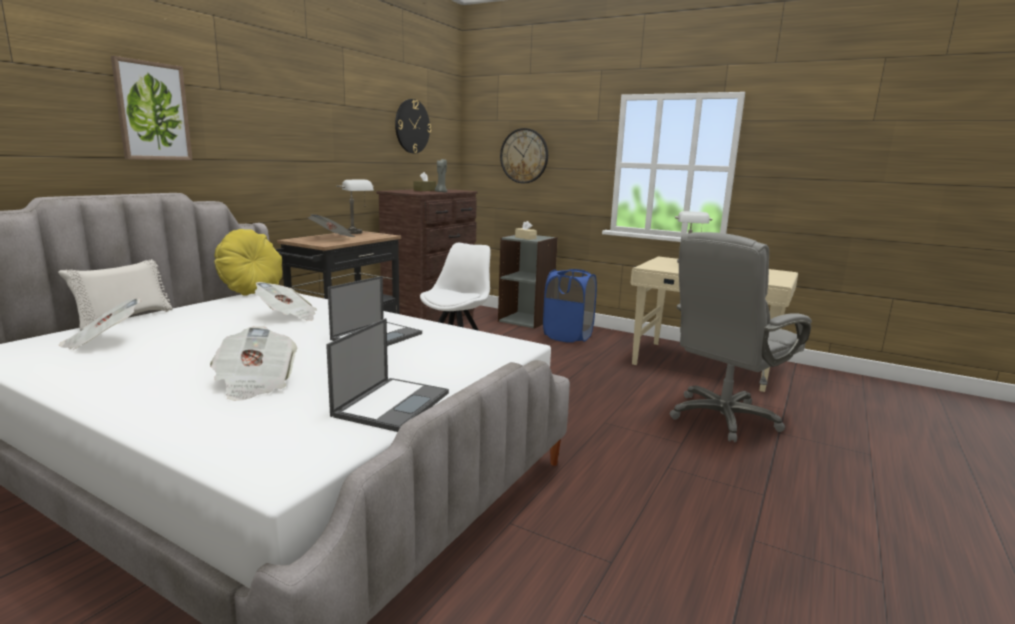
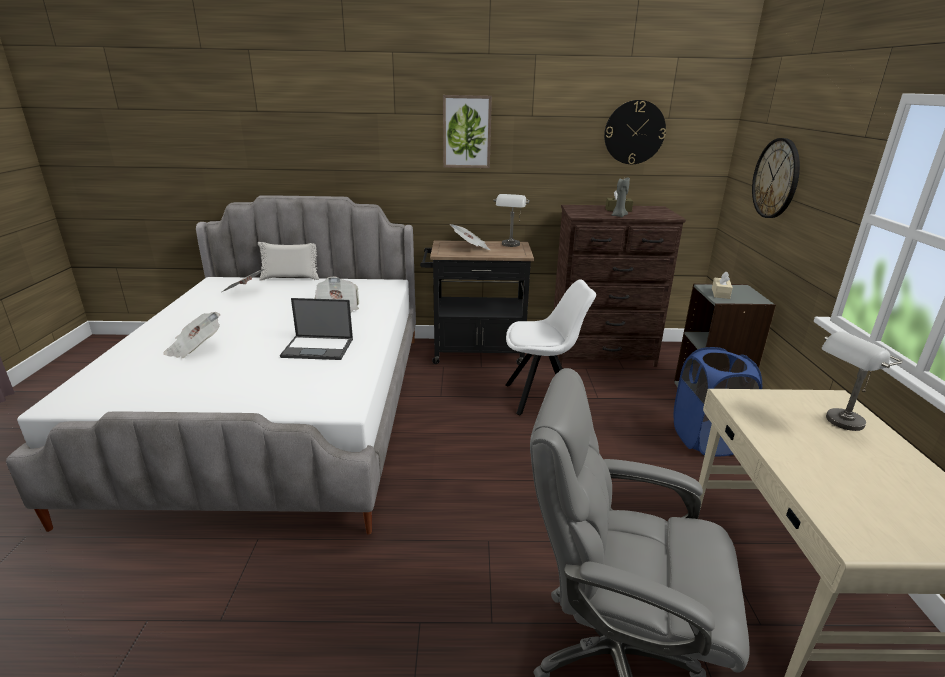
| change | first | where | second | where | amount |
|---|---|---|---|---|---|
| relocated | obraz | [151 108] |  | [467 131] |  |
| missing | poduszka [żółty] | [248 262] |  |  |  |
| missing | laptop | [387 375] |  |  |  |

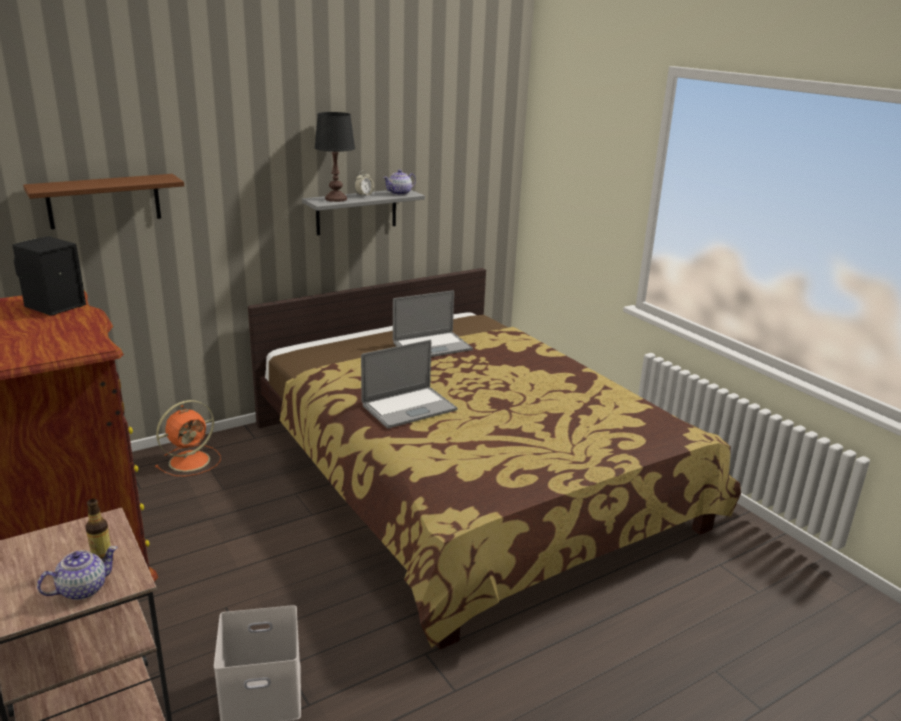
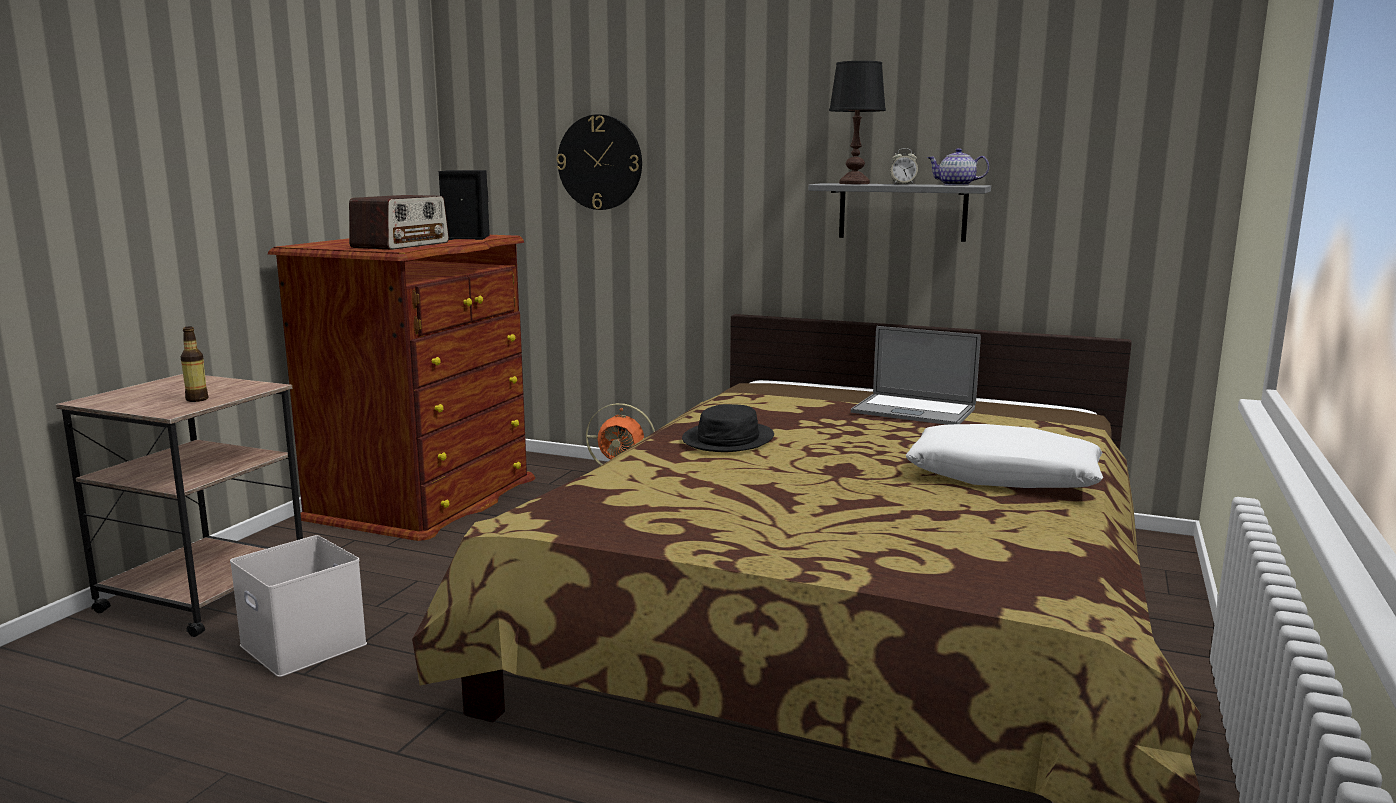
| change | first | where | second | where | amount |
|---|---|---|---|---|---|
| exchanged | półka [brązowy] | [103 201] | zegar ścienny | [599 162] |  |
| exchanged | laptop | [409 384] | kapelusz [czarny] | [728 428] |  |
| missing | imbryk | [77 573] |  |  |  |
| appeared |  |  | radio | [399 222] |  |
| appeared |  |  | poduszka [biały] | [1004 456] |  |

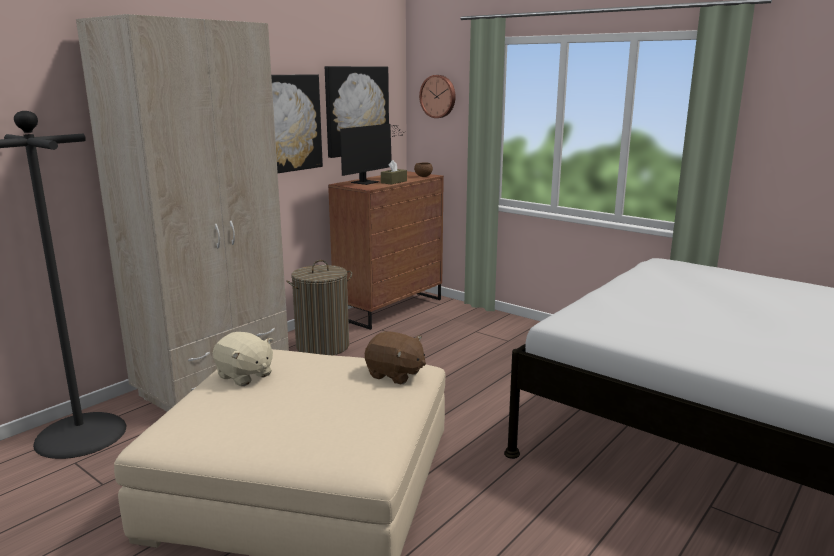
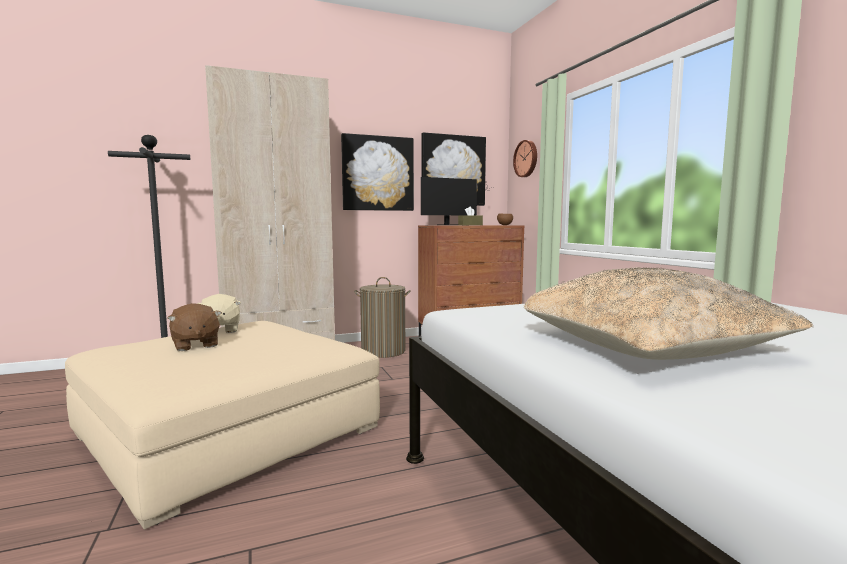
| change | first | where | second | where | amount |
|---|---|---|---|---|---|
| relocated | pluszak [brązowy] | [395 357] |  | [195 327] |  |
| appeared |  |  | poduszka [beżowy] | [668 313] |  |

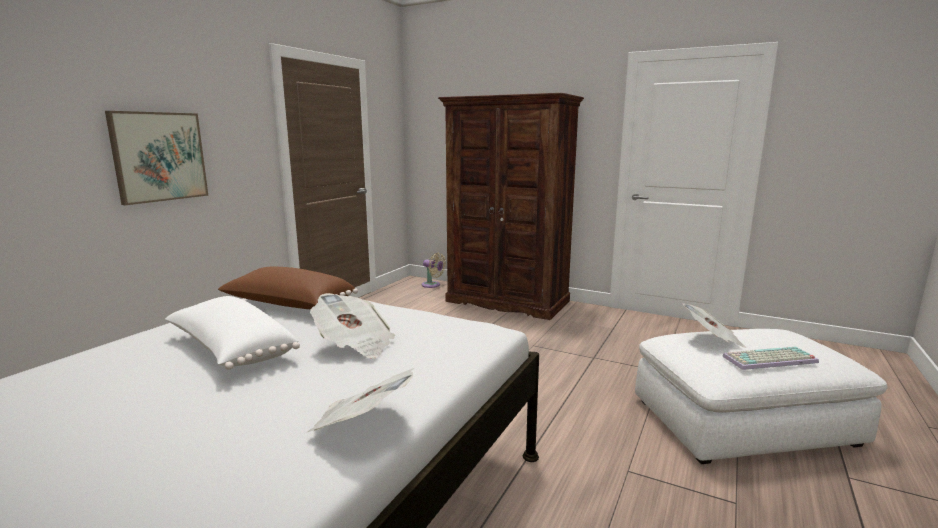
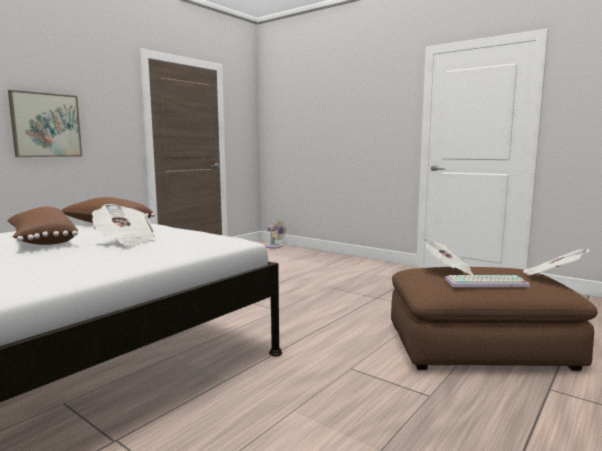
| change | first | where | second | where | amount |
|---|---|---|---|---|---|
| missing | szafa [brązowy] | [511 206] |  |  |  |
| colour | poduszka [biały] | [232 333] | poduszka [brązowy] | [42 225] |  |
| colour | pufa [biały] | [761 396] | pufa [brązowy] | [494 319] |  |
| relocated | gazeta | [360 400] |  | [556 262] |  |

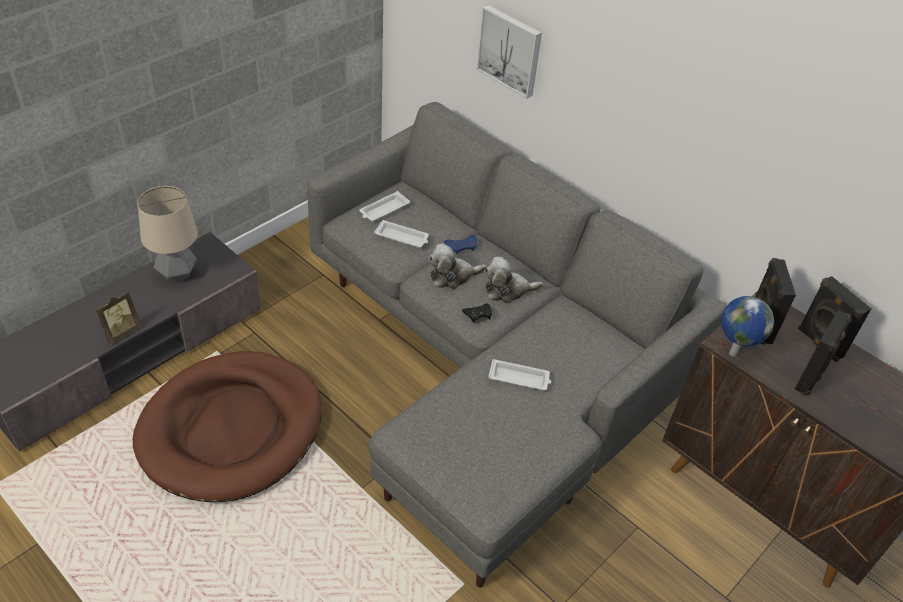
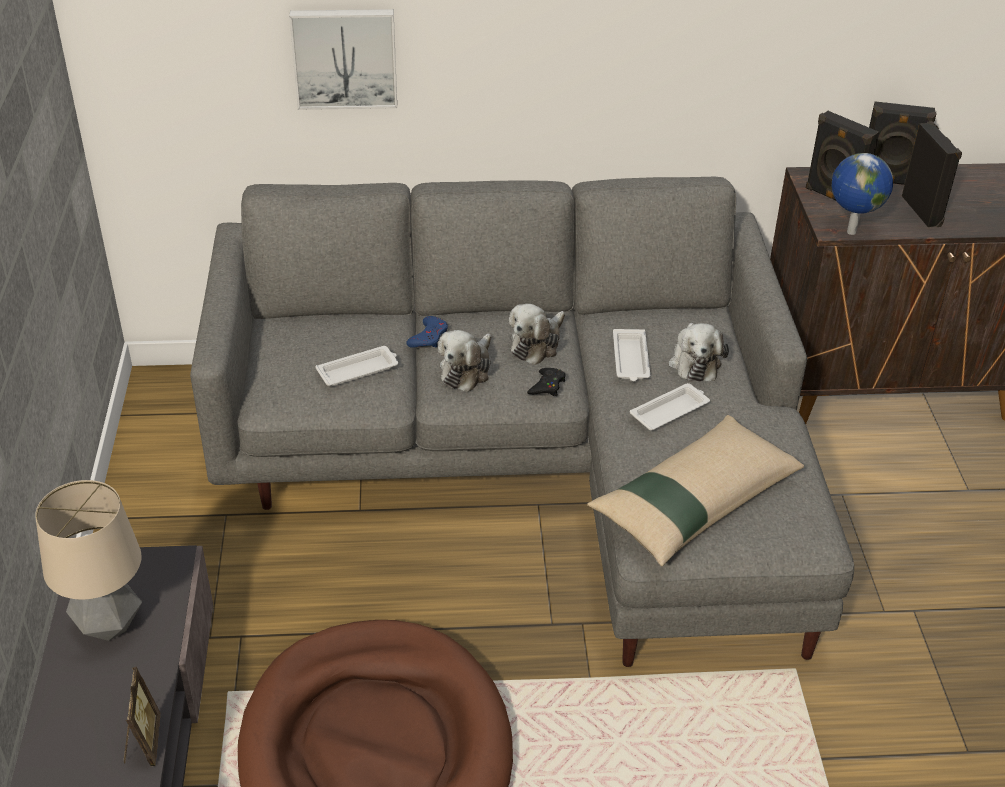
| change | first | where | second | where | amount |
|---|---|---|---|---|---|
| relocated | taca [biały] | [384 206] |  | [631 355] |  |
| appeared |  |  | pluszak | [698 352] |  |
| appeared |  |  | poduszka [beżowy] | [695 490] |  |

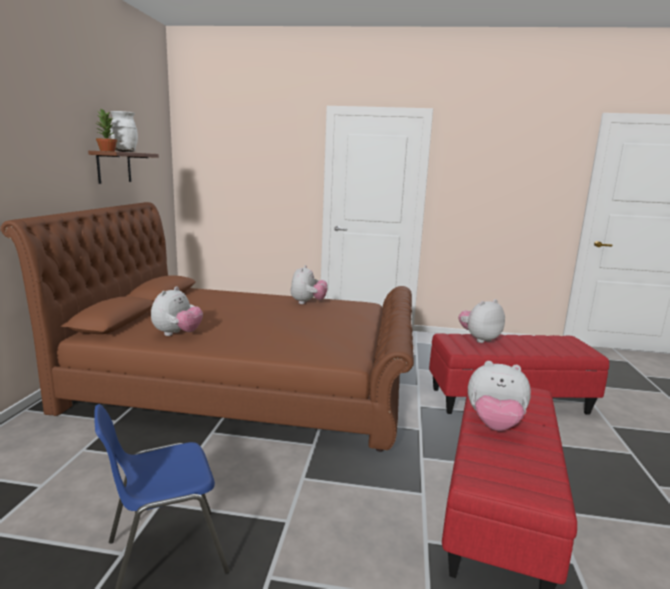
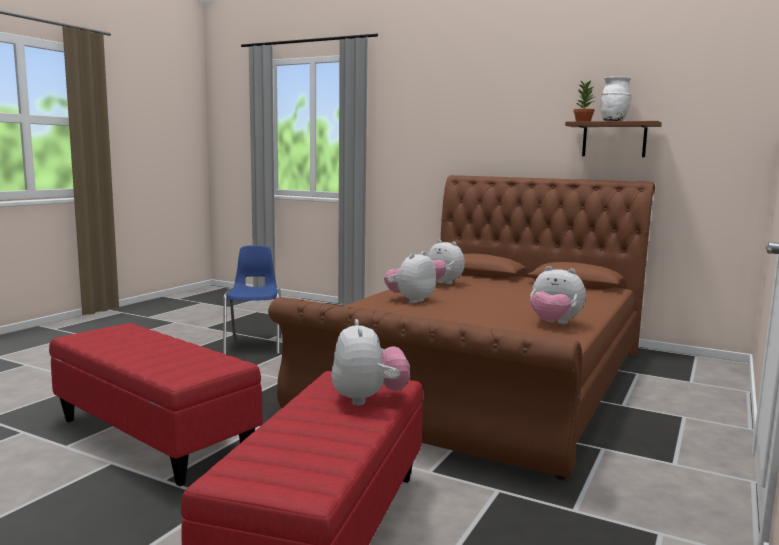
| change | first | where | second | where | amount |
|---|---|---|---|---|---|
| relocated | pluszak | [499 396] |  | [410 277] |  |

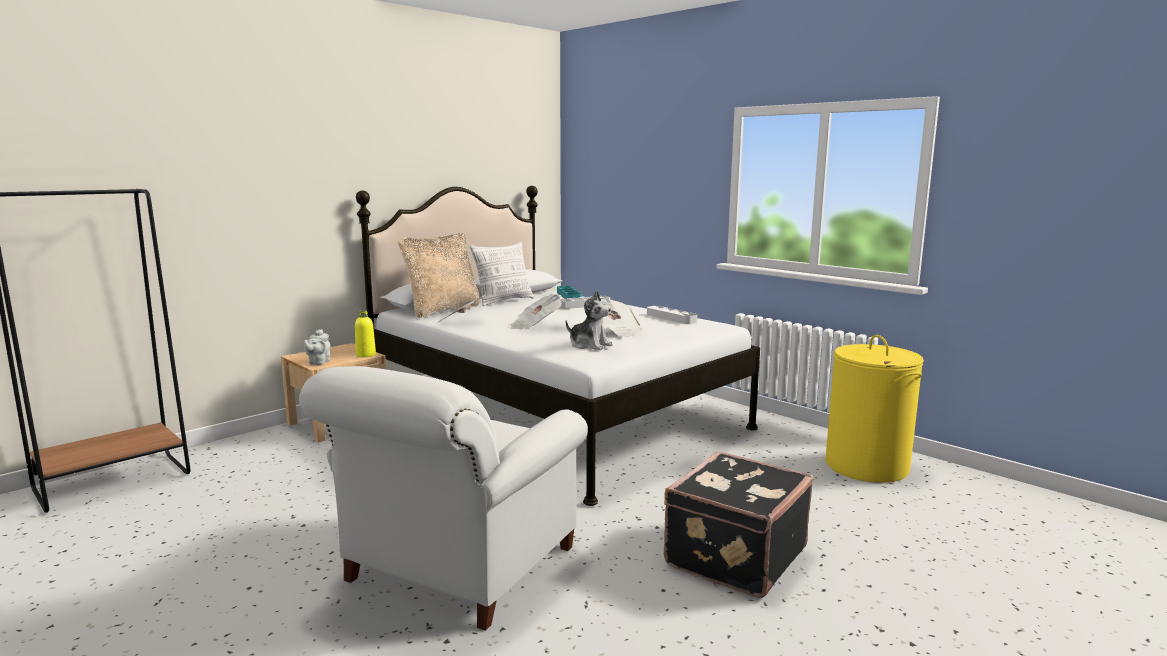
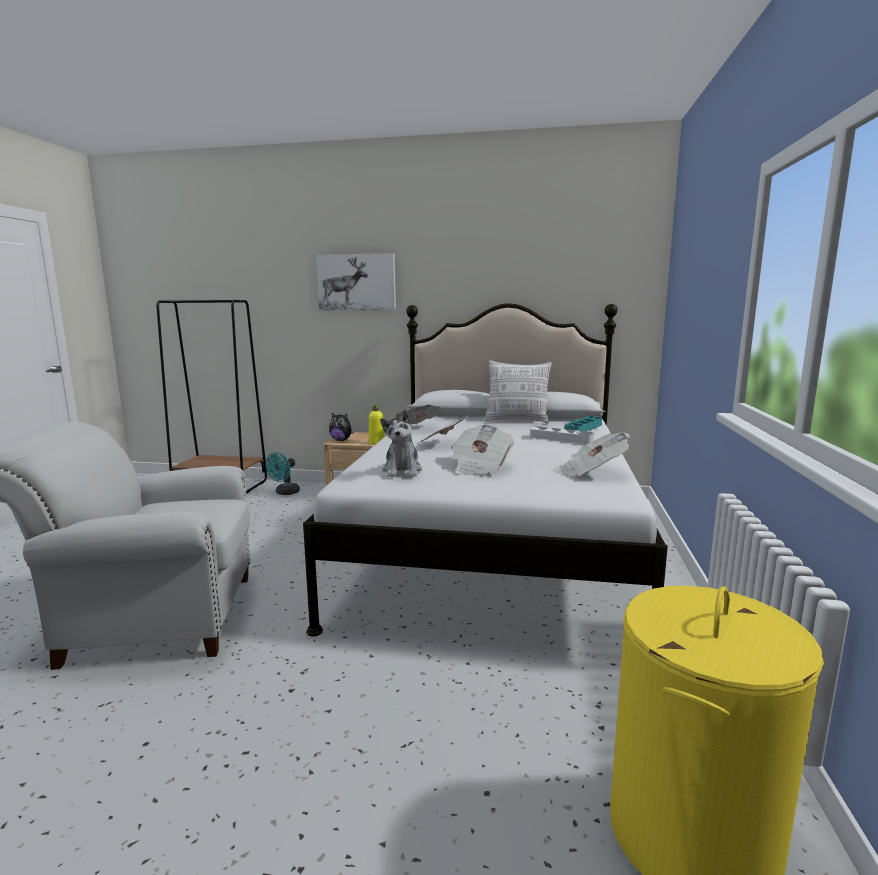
| change | first | where | second | where | amount |
|---|---|---|---|---|---|
| missing | poduszka [beżowy] | [439 275] |  |  |  |
| exchanged | taca [szary] | [672 315] | gazeta | [593 454] |  |
| exchanged | imbryk [szary] | [317 347] | pluszak | [342 426] |  |
| missing | walizka [czarny] | [739 524] |  |  |  |
| appeared |  |  | obraz | [356 281] |  |
| appeared |  |  | wentylator [turkusowy] | [283 473] |  |

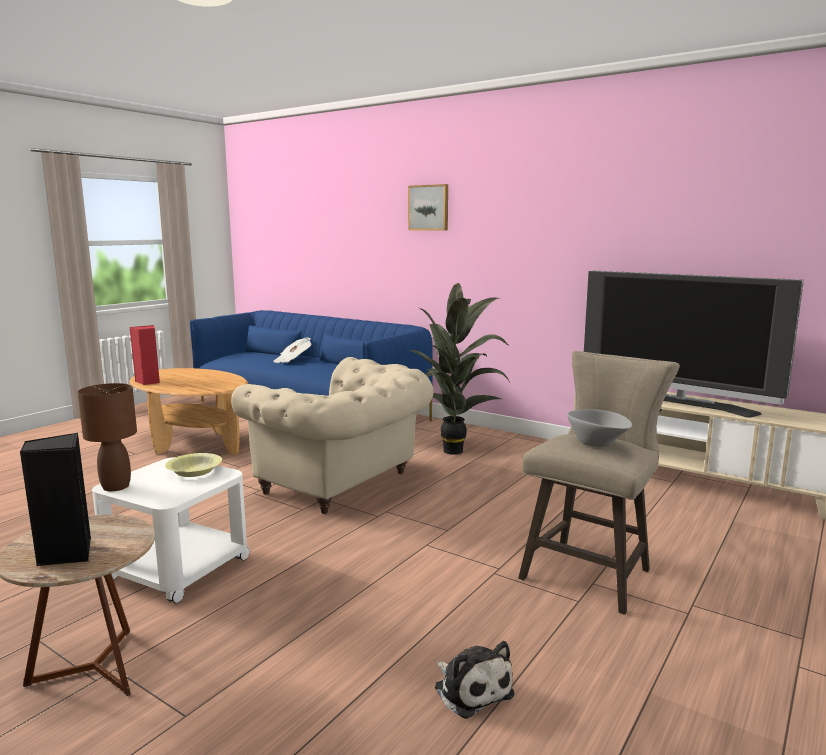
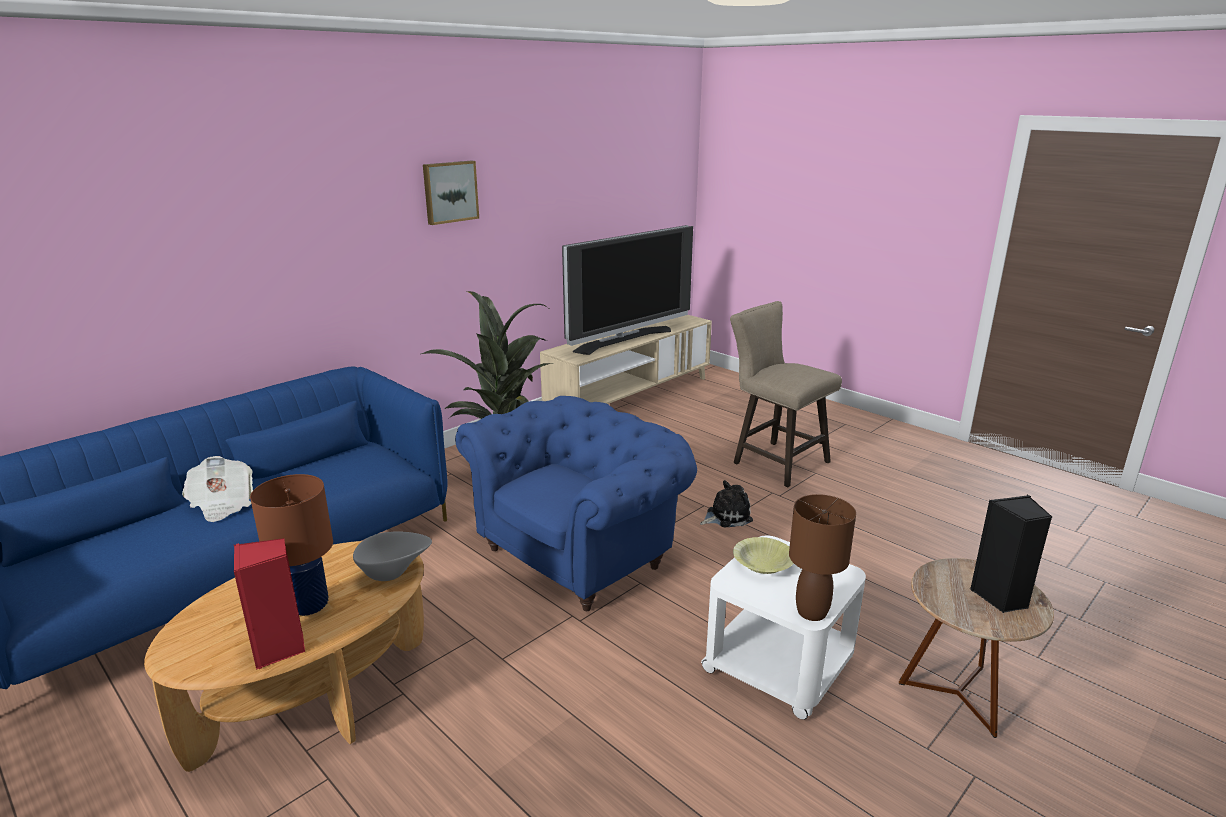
| change | first | where | second | where | amount |
|---|---|---|---|---|---|
| relocated | obraz | [428 207] |  | [451 193] |  |
| colour | fotel [beżowy] | [332 435] | fotel [niebieski] | [576 503] |  |
| relocated | miska [szary] | [599 428] |  | [392 556] |  |
| relocated | pluszak | [475 680] |  | [726 504] |  |
| appeared |  |  | lampa stołowa [brązowy] | [291 545] |  |

